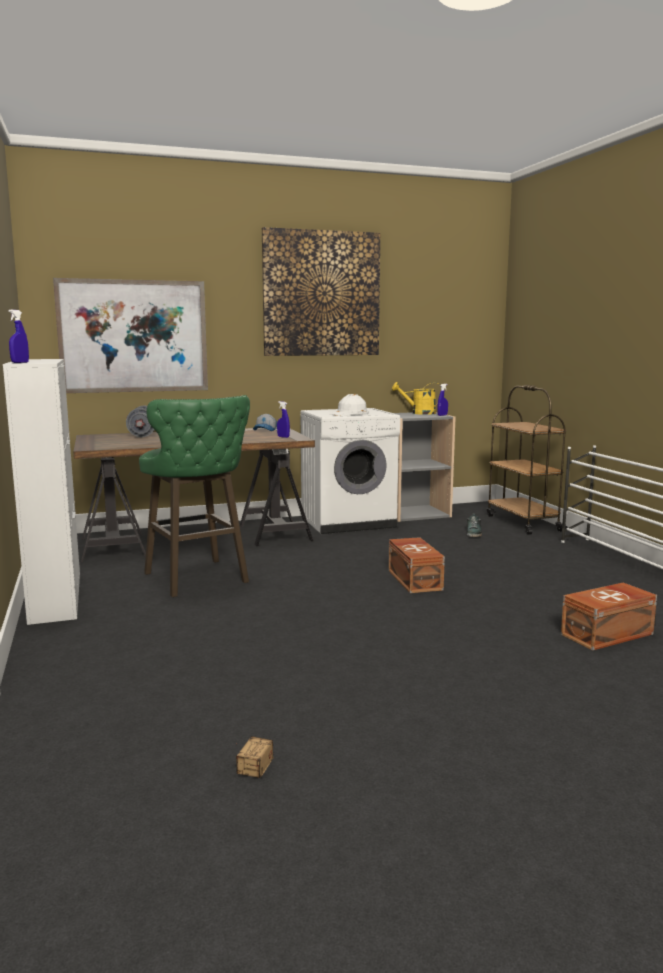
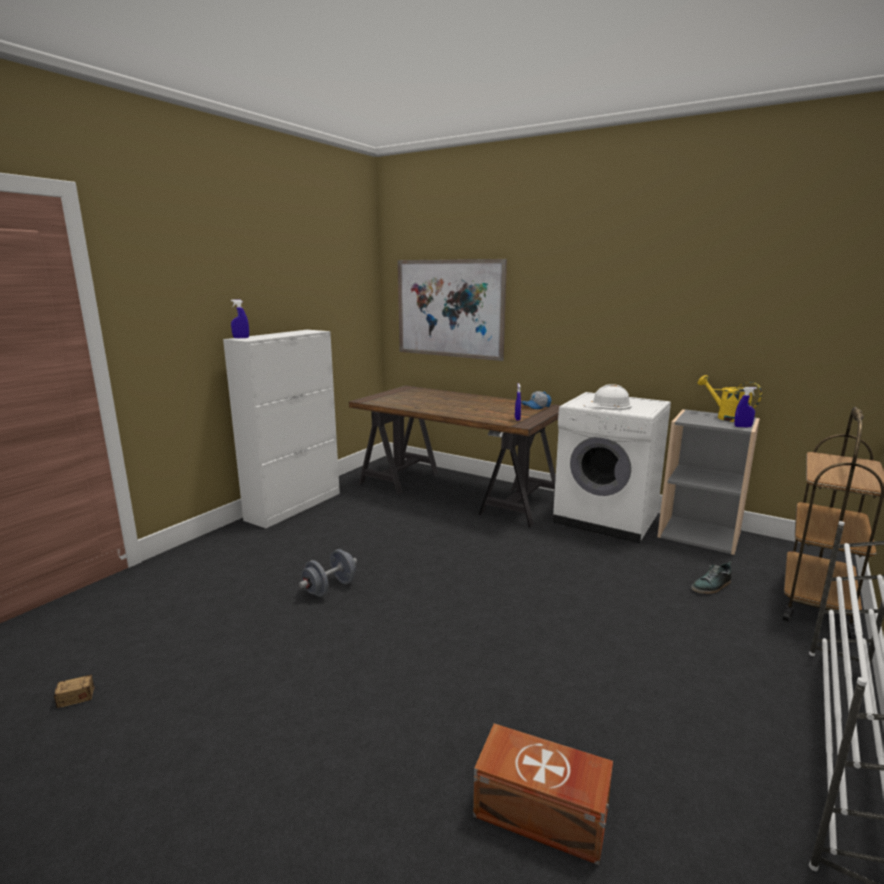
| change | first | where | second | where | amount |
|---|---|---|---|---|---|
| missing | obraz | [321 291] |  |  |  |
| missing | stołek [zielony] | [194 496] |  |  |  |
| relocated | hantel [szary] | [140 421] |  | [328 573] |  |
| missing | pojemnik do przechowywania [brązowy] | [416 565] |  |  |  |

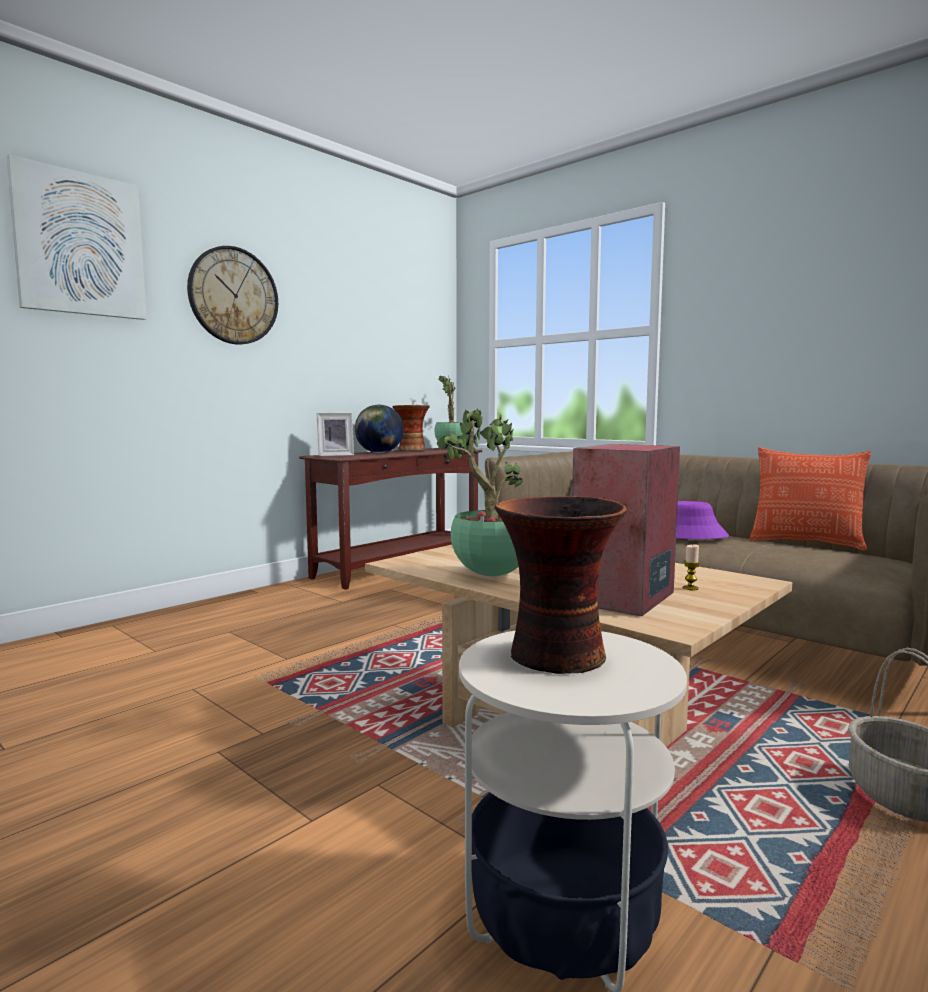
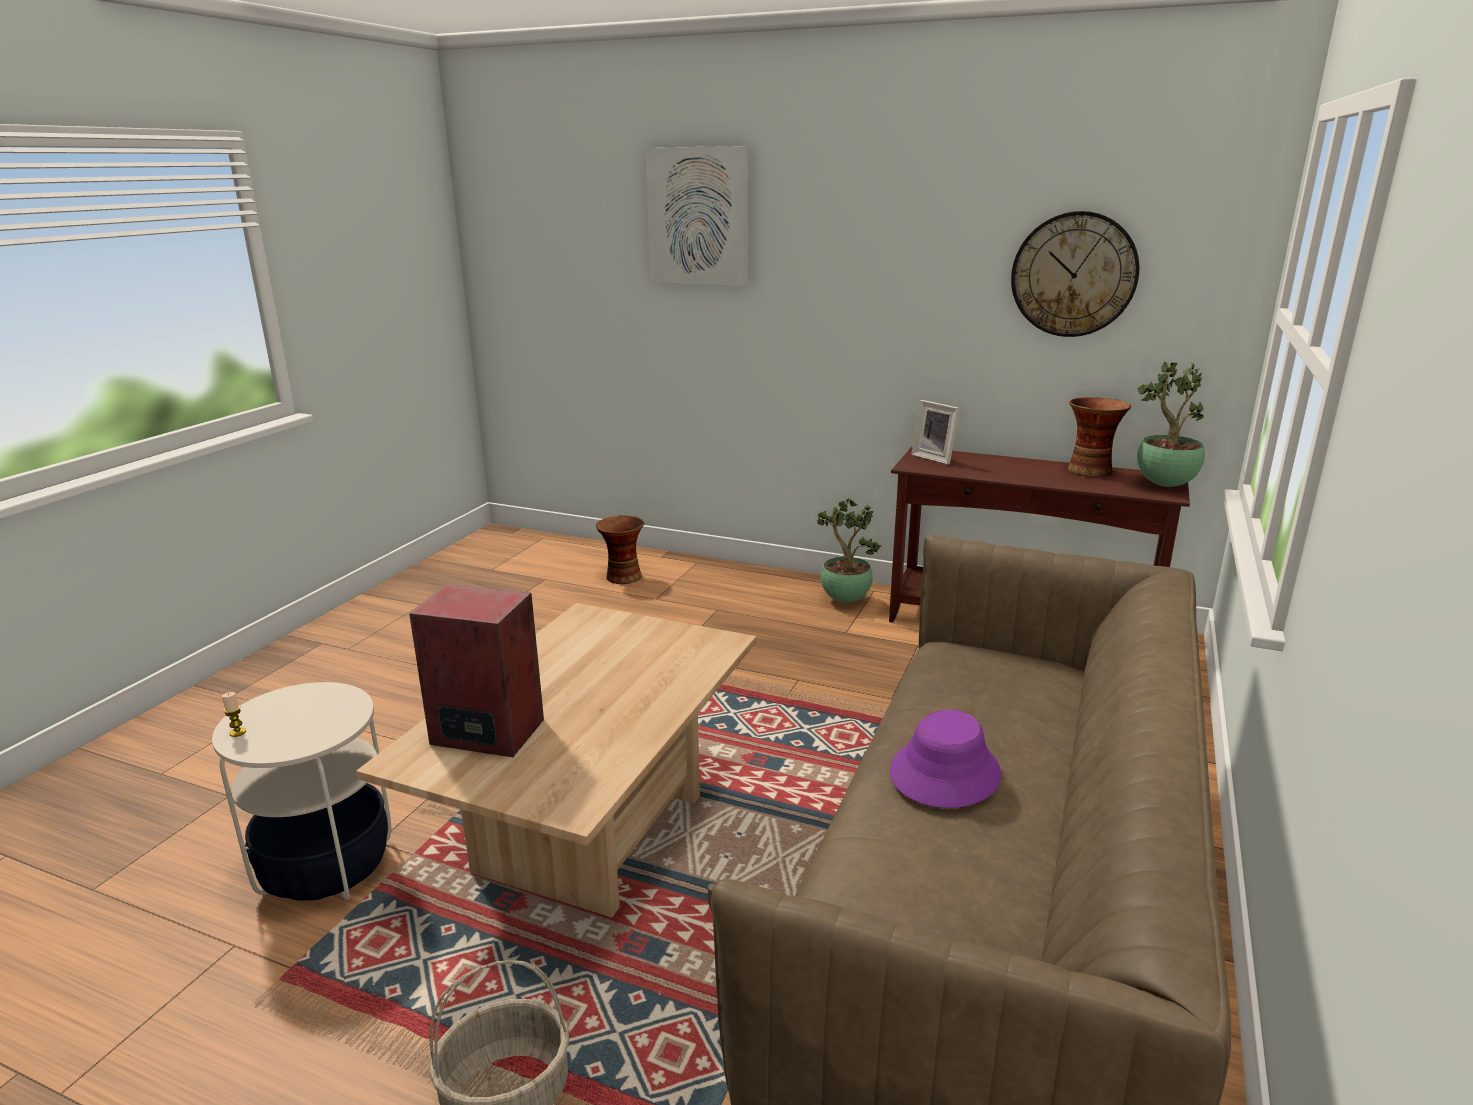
| change | first | where | second | where | amount |
|---|---|---|---|---|---|
| relocated | zegar ścienny | [232 295] |  | [1075 274] |  |
| missing | globus | [379 429] |  |  |  |
| relocated | roślina doniczkowa | [480 492] |  | [849 550] |  |
| missing | poduszka [pomarańczowy] | [810 499] |  |  |  |
| relocated | wazon | [561 585] |  | [620 549] |  |
| relocated | świeca | [691 567] |  | [234 714] |  |

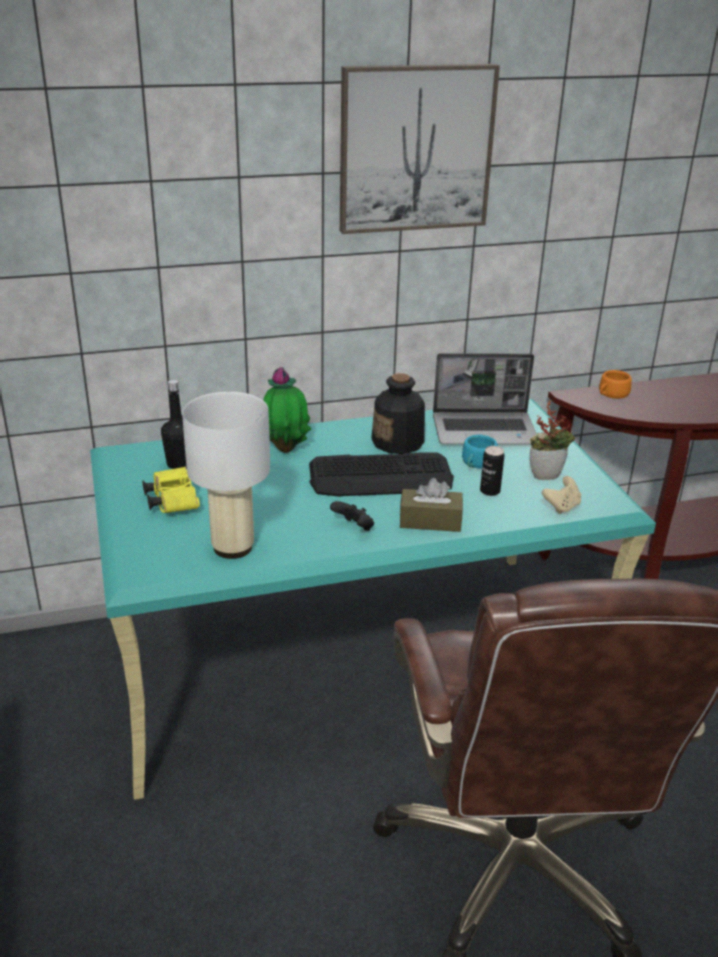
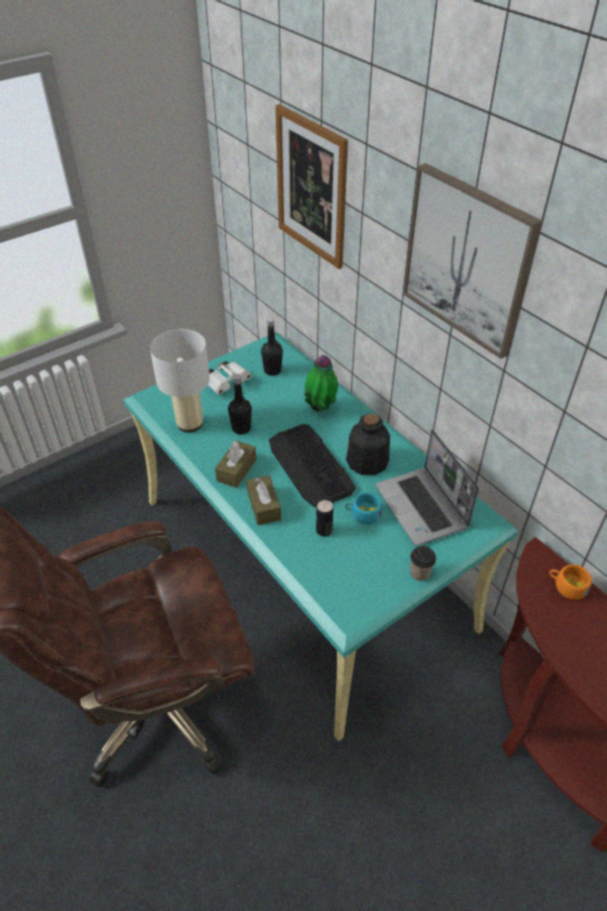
| change | first | where | second | where | amount |
|---|---|---|---|---|---|
| missing | roślina doniczkowa | [552 440] |  |  |  |
| colour | lornetka [żółty] | [171 490] | lornetka [biały] | [230 378] |  |
| missing | pad do gier [beżowy] | [561 495] |  |  |  |
| exchanged | pad do gier [czarny] | [352 516] | pudełko chusteczek [brązowy] | [235 464] |  |
| appeared |  |  | obraz | [311 186] |  |
| appeared |  |  | butelka [czarny] | [240 405] |  |
| appeared |  |  | filiżanka | [423 563] |  |

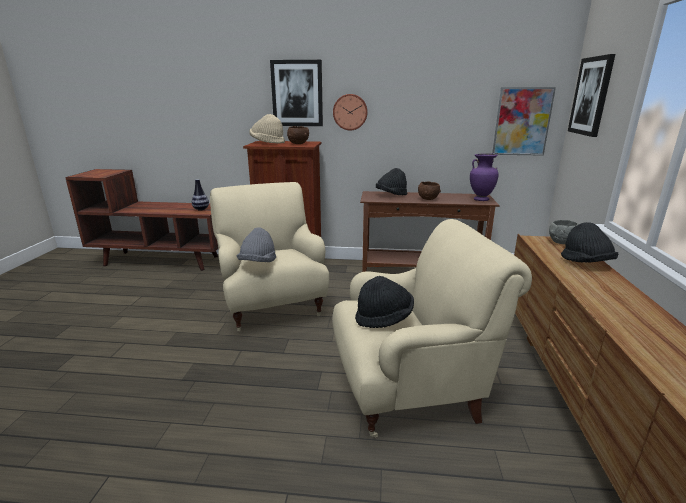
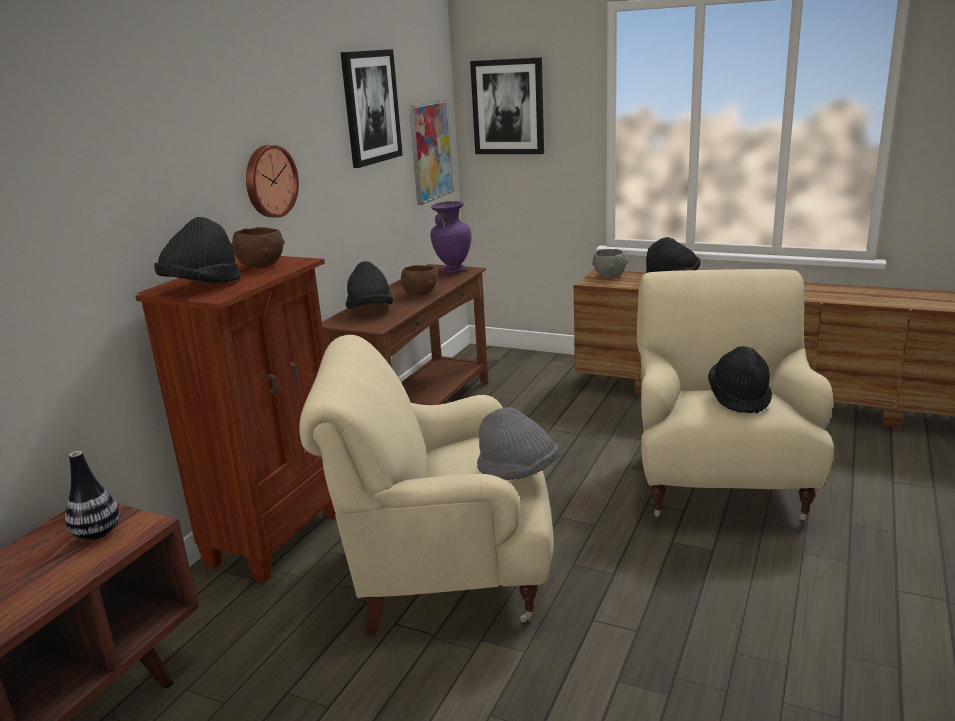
| change | first | where | second | where | amount |
|---|---|---|---|---|---|
| relocated | obraz | [296 93] |  | [371 108] |  |
| colour | kapelusz [beżowy] | [267 129] | kapelusz [czarny] | [197 250] |  |

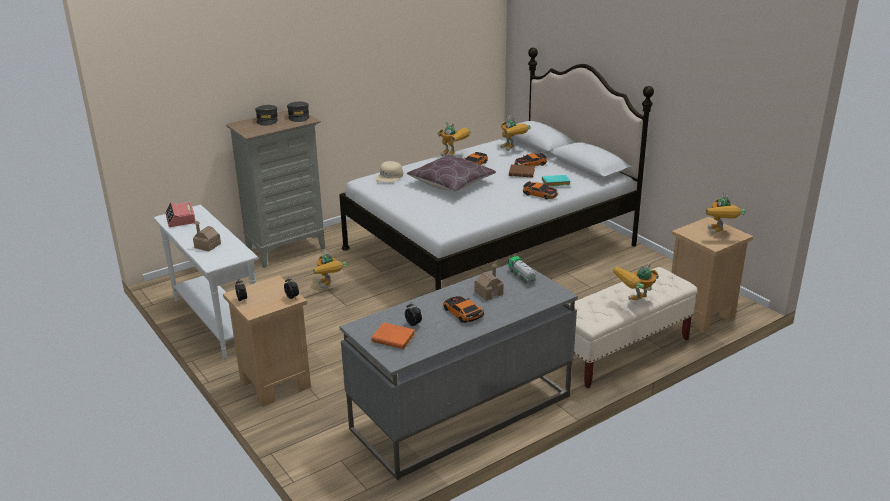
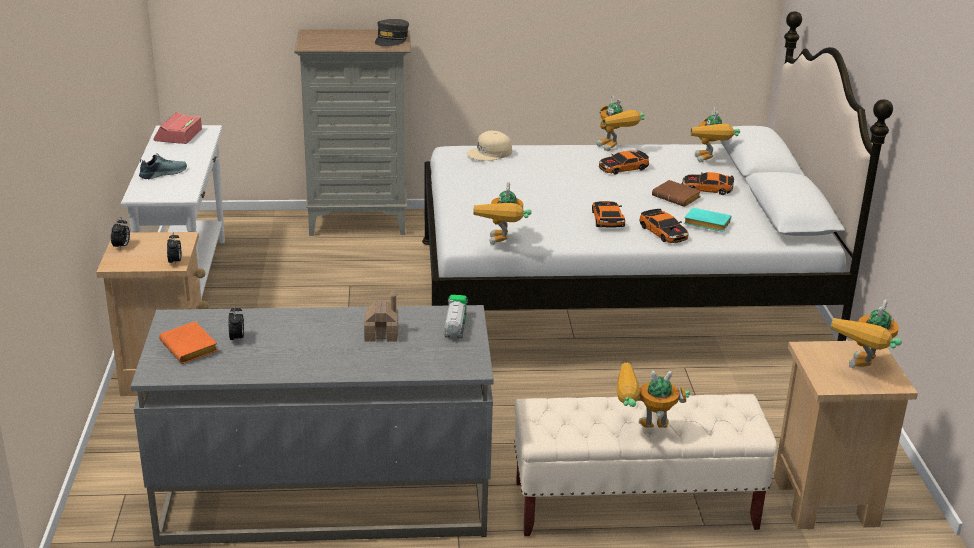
| change | first | where | second | where | amount |
|---|---|---|---|---|---|
| missing | czapka z daszkiem [szary] | [266 115] |  |  |  |
| missing | poduszka [brązowy] | [451 173] |  |  |  |
| exchanged | domek | [207 236] | but | [163 166] |  |
| relocated | robot zabawkowy | [329 268] |  | [502 213] |  |
| relocated | samochodzik | [463 309] |  | [608 214] |  |

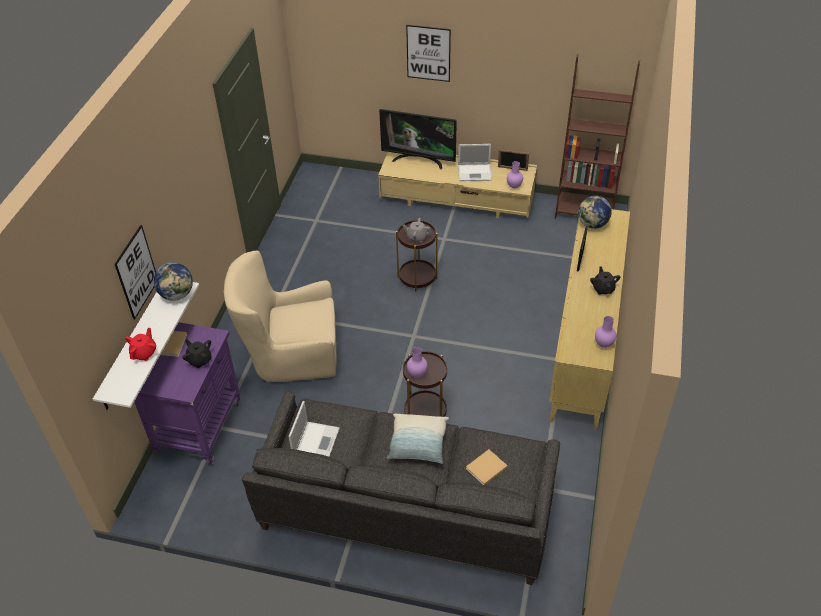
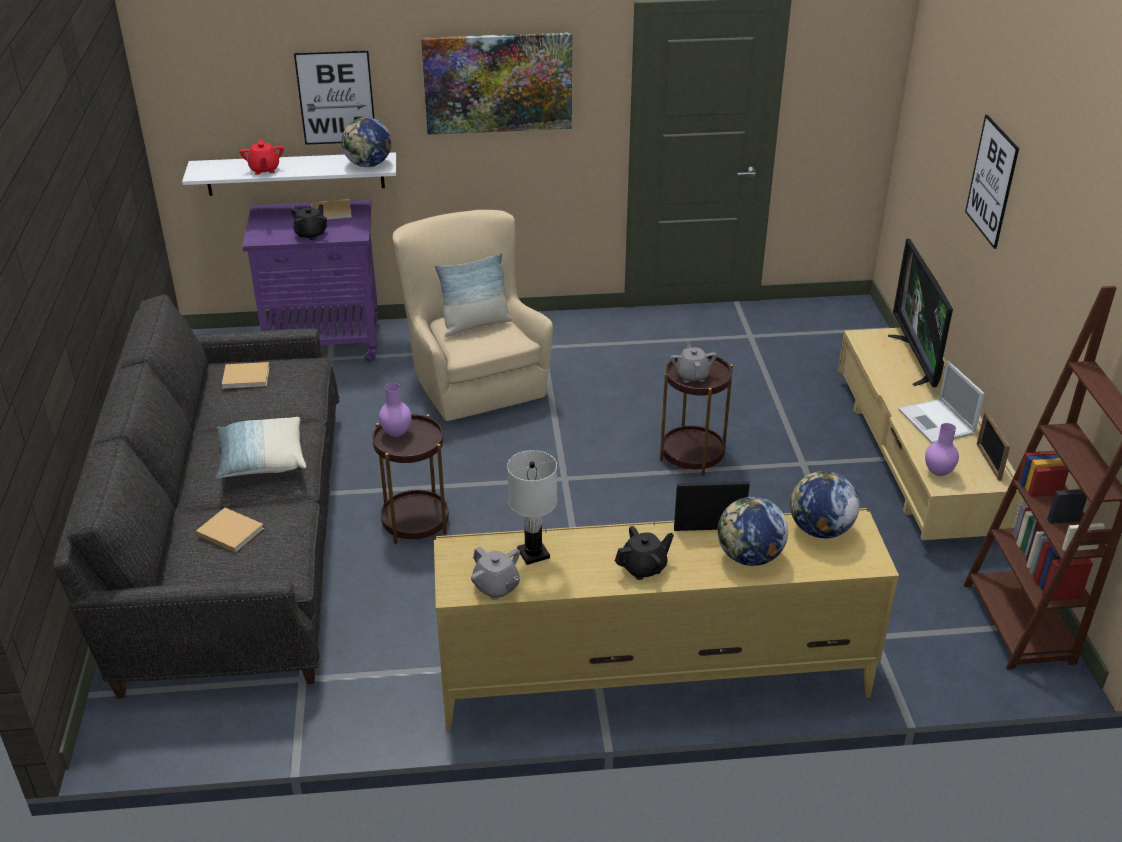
| change | first | where | second | where | amount |
|---|---|---|---|---|---|
| exchanged | wazon [fioletowy] | [605 332] | imbryk [szary] | [495 573] |  |
| spun | imbryk [czerwony] | [140 344] |  | [262 157] | 75 degrees clockwise |
| exchanged | laptop | [314 429] | książka [beżowy] | [246 375] |  |
| appeared |  |  | obraz | [496 83] |  |
| appeared |  |  | poduszka | [473 295] |  |
| appeared |  |  | lampa stołowa [biały] | [532 507] |  |
| appeared |  |  | globus | [752 531] |  |

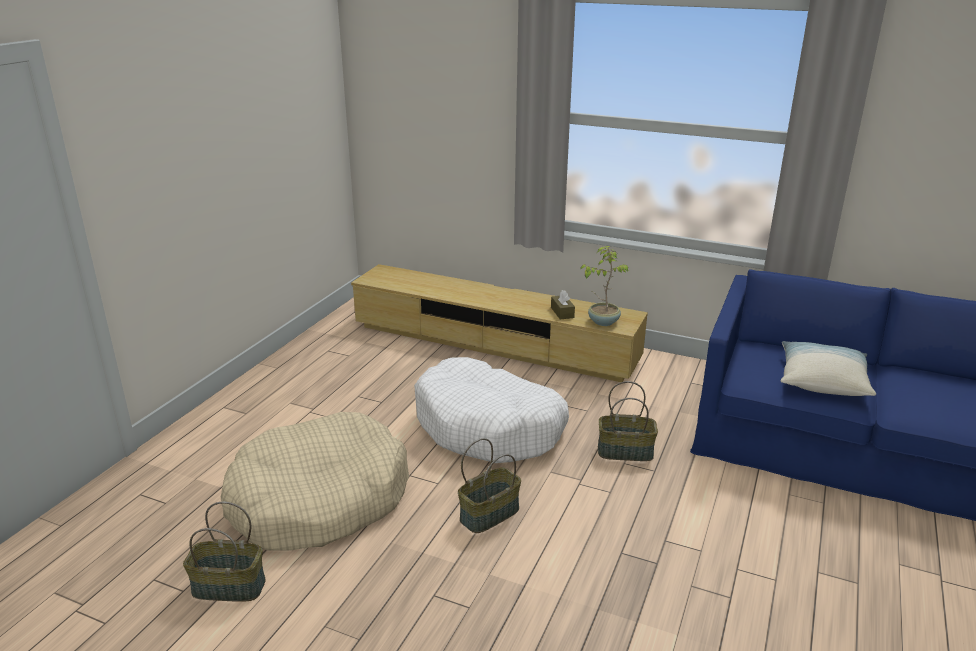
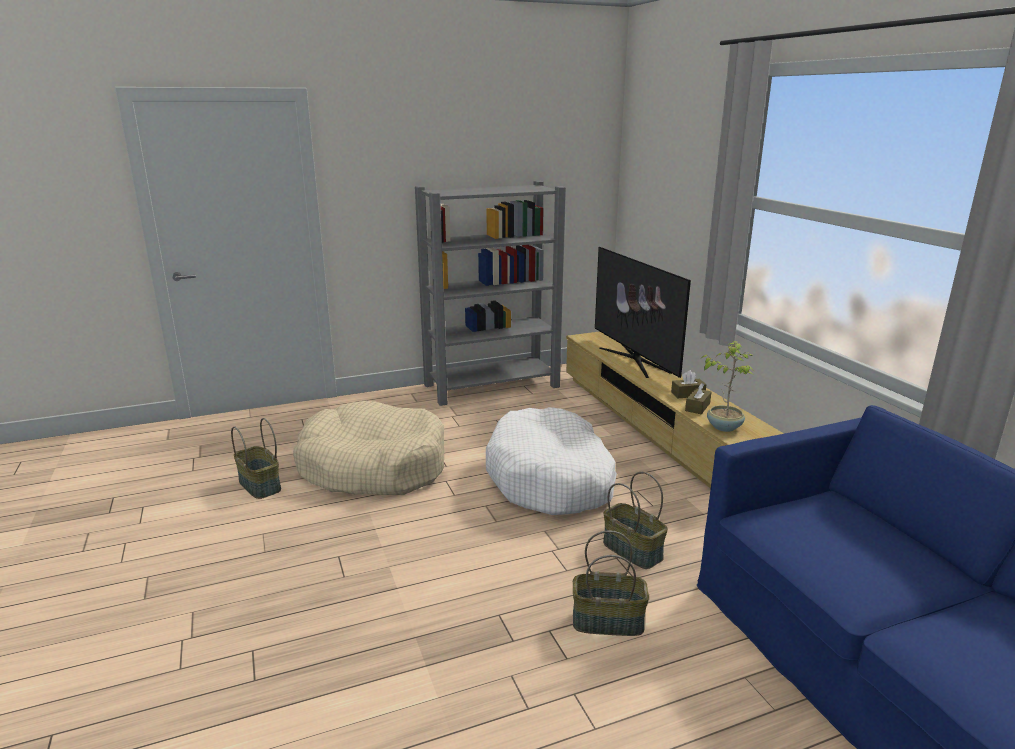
| change | first | where | second | where | amount |
|---|---|---|---|---|---|
| missing | poduszka | [828 368] |  |  |  |
| relocated | koszyk | [489 485] |  | [611 583] |  |
| appeared |  |  | regał [szary] | [490 293] |  |
| appeared |  |  | telewizor | [643 312] |  |
| appeared |  |  | pudełko chusteczek [brązowy] | [689 384] |  |

